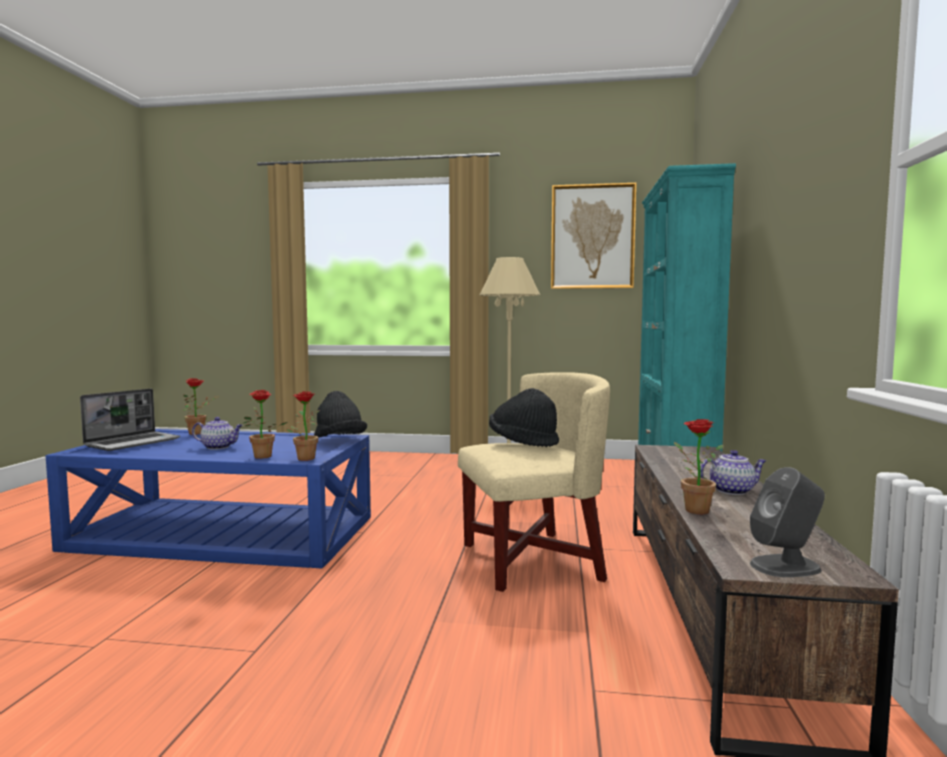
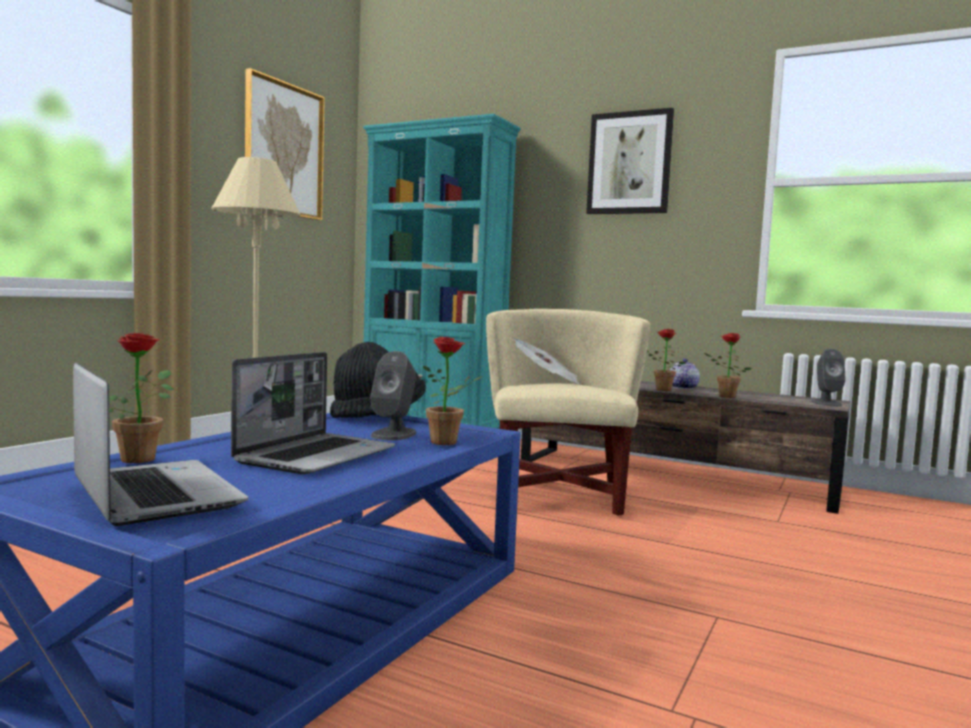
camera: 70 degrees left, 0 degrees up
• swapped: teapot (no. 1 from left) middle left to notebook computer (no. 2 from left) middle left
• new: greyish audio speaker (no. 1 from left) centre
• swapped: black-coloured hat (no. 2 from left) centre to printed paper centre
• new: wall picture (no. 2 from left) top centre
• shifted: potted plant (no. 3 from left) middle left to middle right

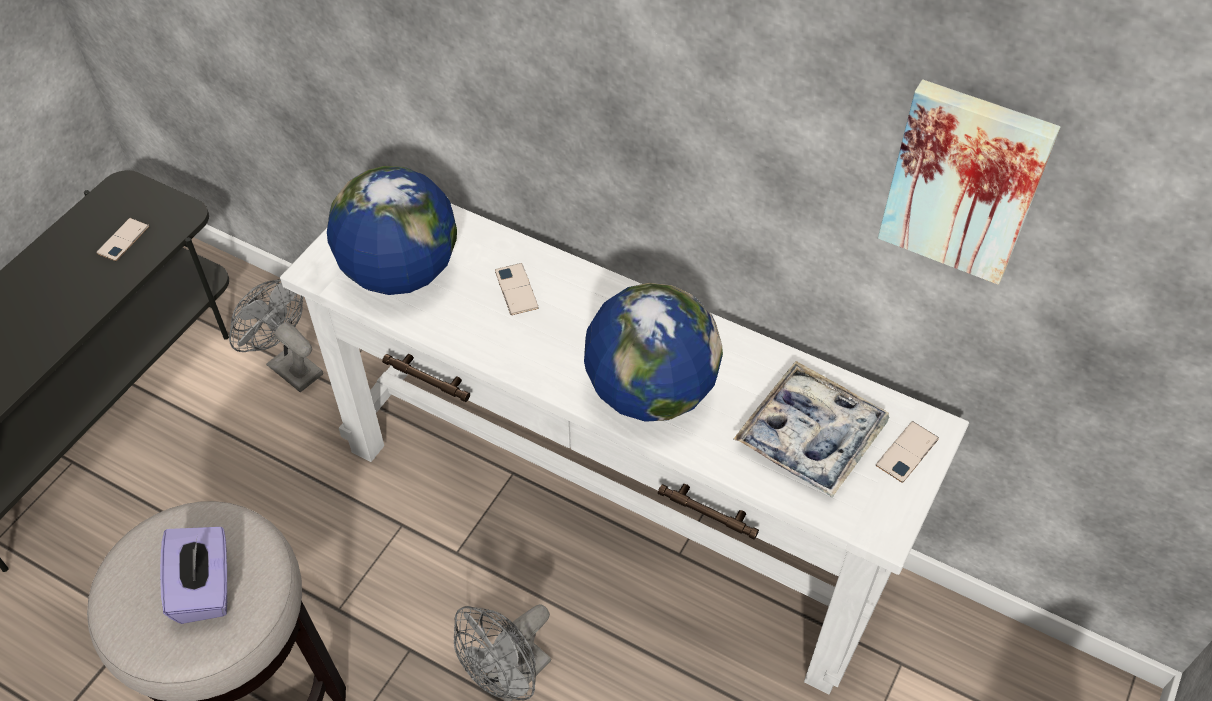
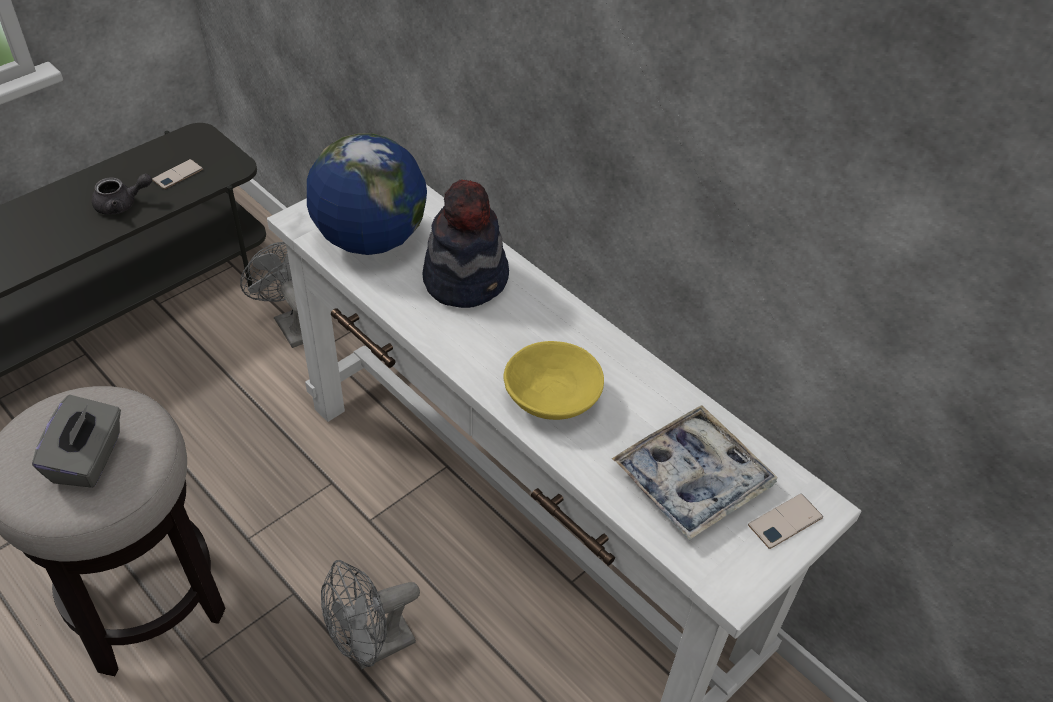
camera: 15 degrees right, 5 degrees down
• repainted: purple tissue holder bottom left to greyish tissue holder middle left
• new: greyish teapot top left
• swapped: phone (no. 2 from left) centre to hat centre
• swapped: world globe (no. 2 from left) centre to yellow-coloured deep dish centre
• gone: wall picture top right

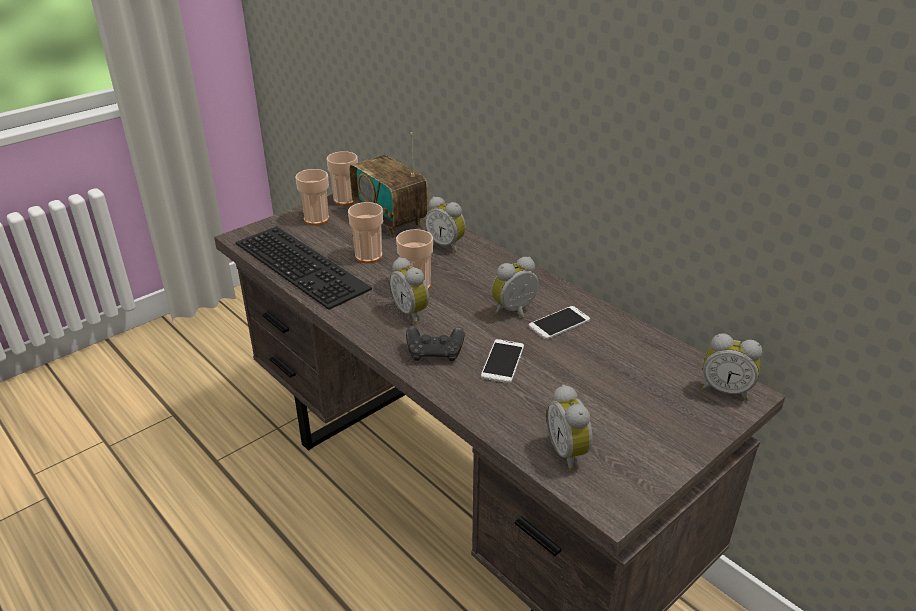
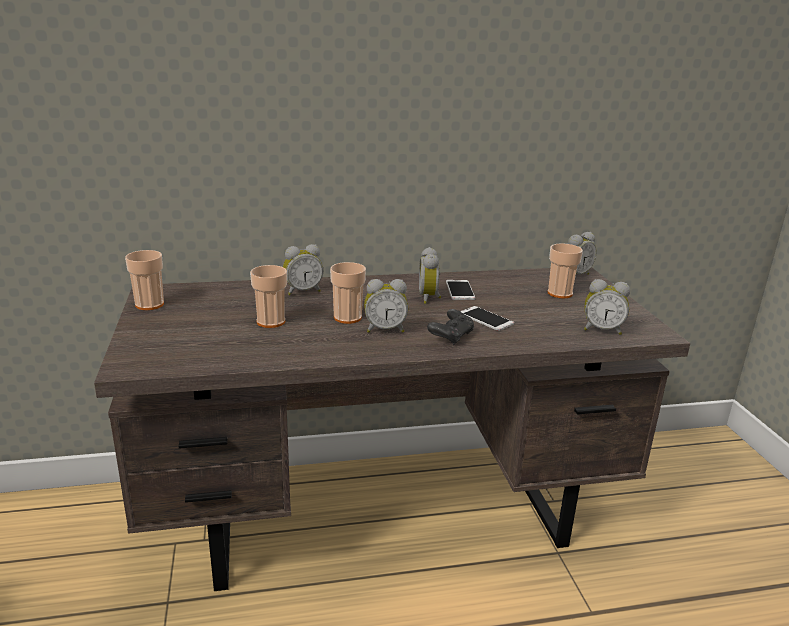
camera: 60 degrees left, 10 degrees down
• shifted: cup (no. 1 from left in the first image) top centre to cup (no. 4 from left) middle right
• gone: PC keyboard middle left
• gone: radio top centre

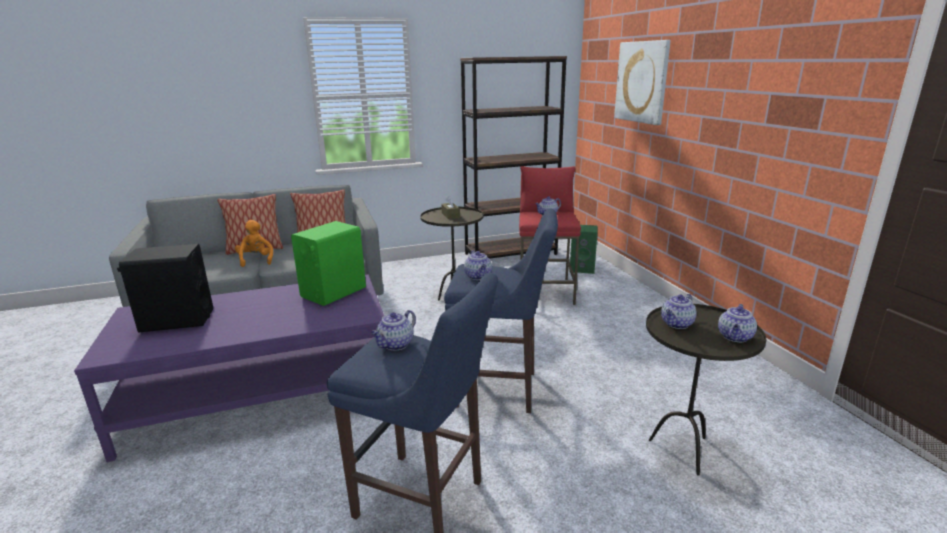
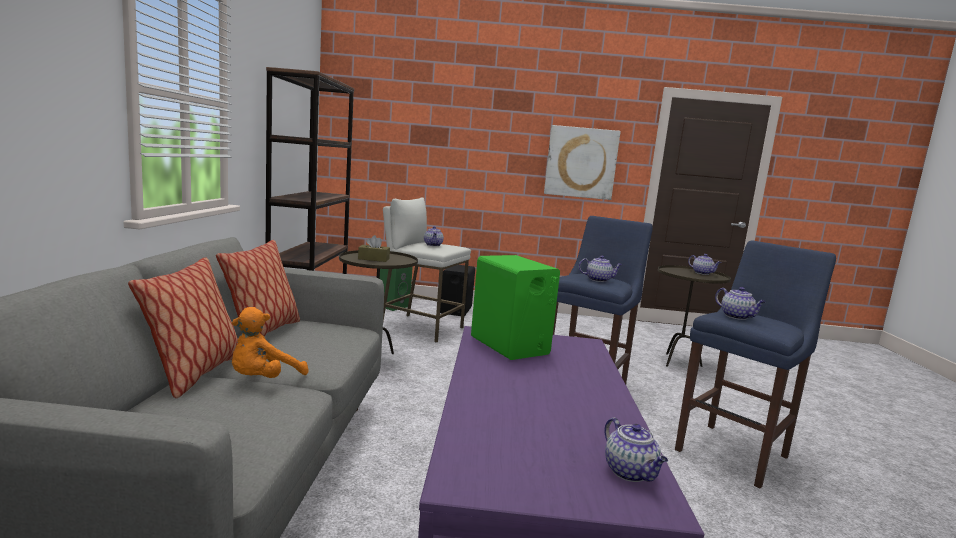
camera: 70 degrees left, 10 degrees down
• rotated: orangey plush toy middle left = middle left 60 degrees counterclockwise
• repainted: red stool centre to white-coloured stool centre
• shifted: black-coloured audio speaker middle left to centre
• shifted: wall picture top right to top centre
• shifted: teapot (no. 4 from left in the first image) middle right to teapot (no. 3 from left) bottom centre

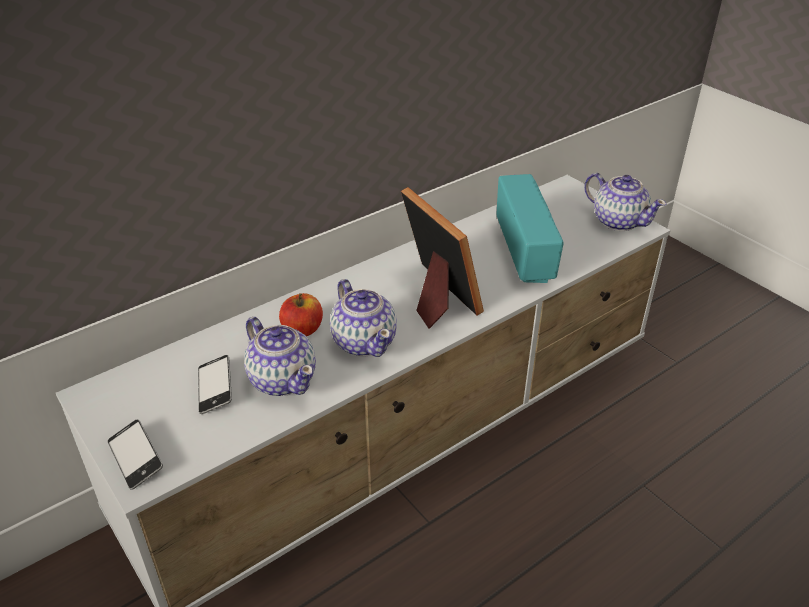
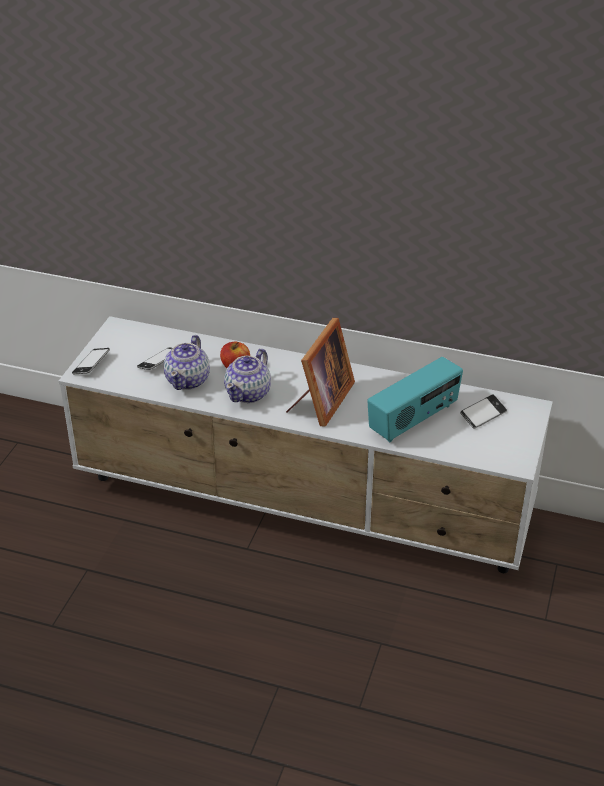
camera: 55 degrees right, 0 degrees up
• new: phone (no. 3 from left) middle right
• gone: teapot (no. 3 from left) top right

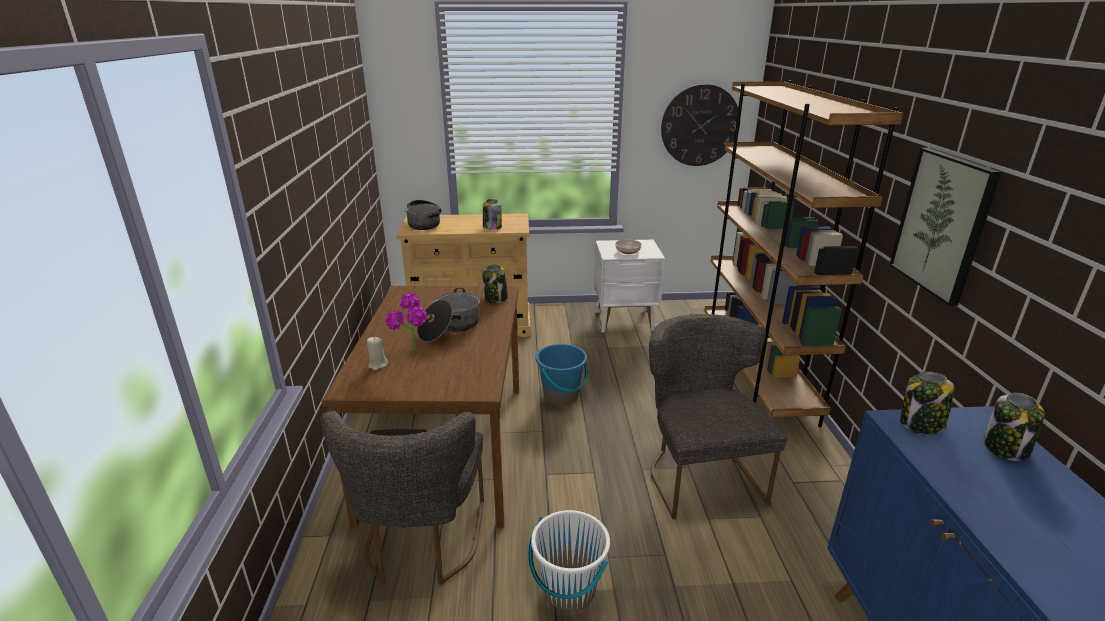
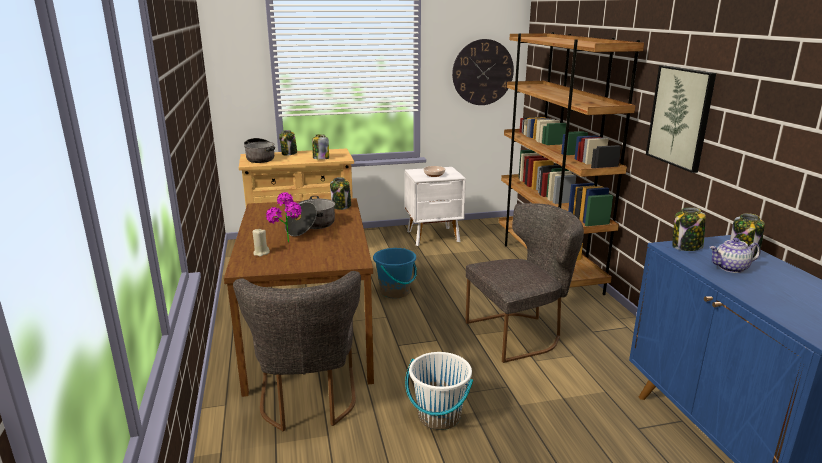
camera: 10 degrees left, 5 degrees down
• new: preserve jar (no. 1 from left) top centre
• rotated: greyish upright chair (no. 2 from left) bottom centre = centre 90 degrees clockwise
• new: teapot middle right

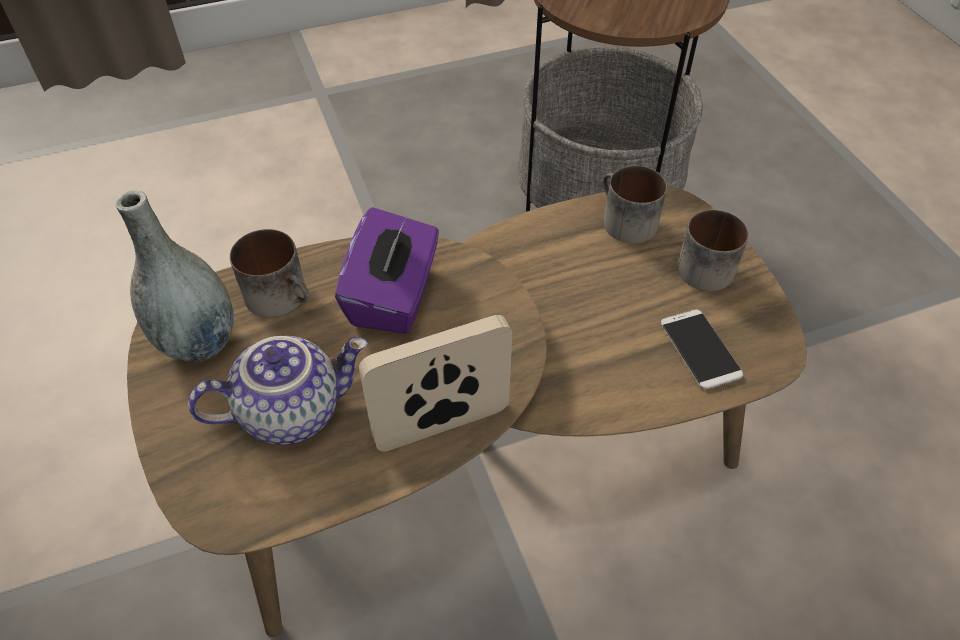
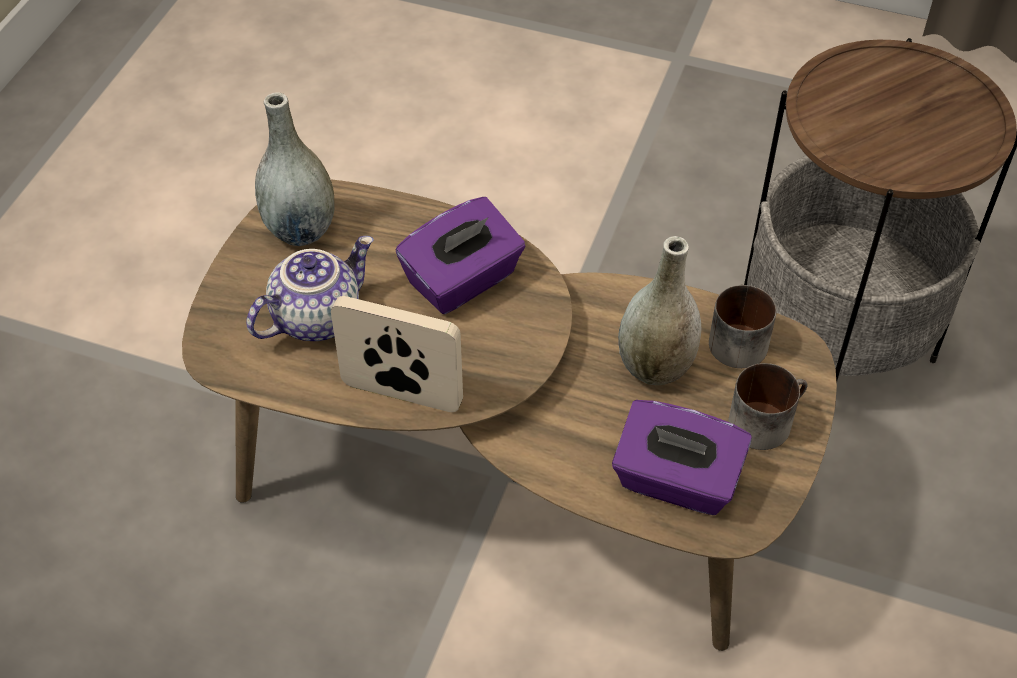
camera: 40 degrees right, 0 degrees up
• rotated: teapot middle left = middle left 60 degrees counterclockwise
• swapped: phone middle right to purple tissue holder (no. 2 from left) bottom right
• new: greyish decorative vase (no. 2 from left) centre
• gone: tea mug (no. 1 from left) middle left

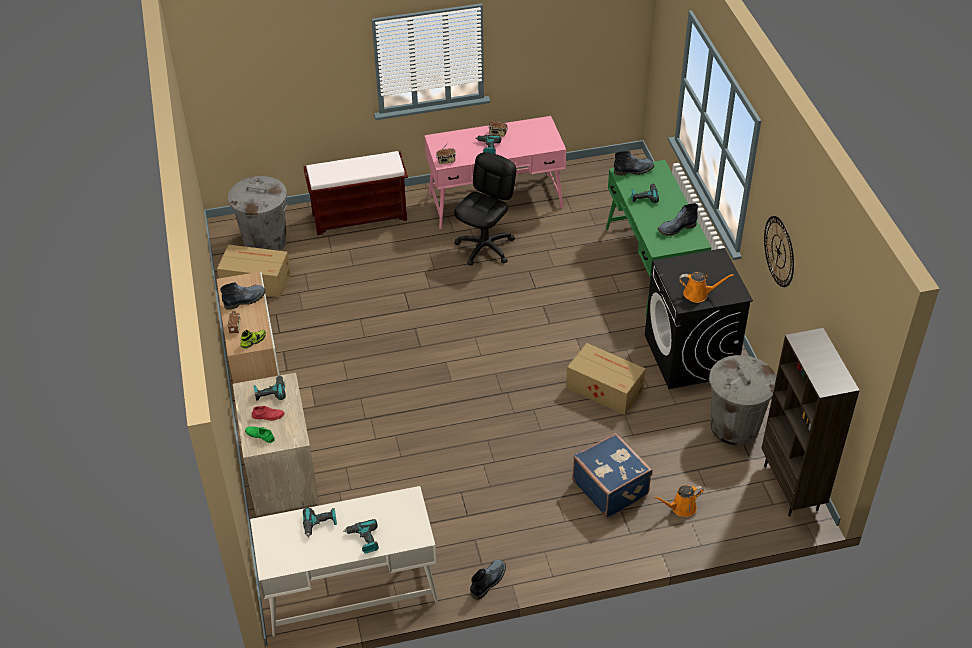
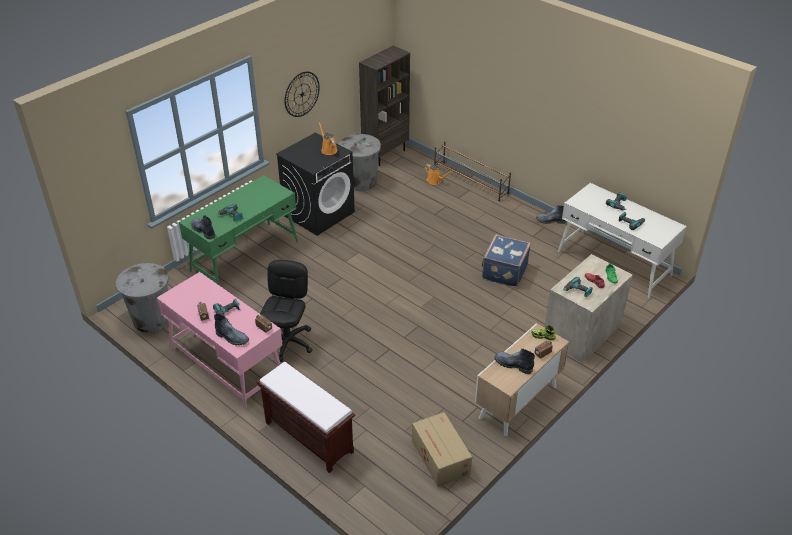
camera: 125 degrees left, 5 degrees down
• shifted: greyish rubbish bin (no. 1 from left) top left to middle left
• shifted: high-top boot (no. 4 from left in the first image) middle right to high-top boot (no. 2 from left) middle left
• rotated: black-coloured computer chair top centre = centre 105 degrees clockwise
• new: brownish shoe stand top centre
• shifted: blue piece of luggage bottom centre to centre
• gone: carton (no. 2 from left) centre

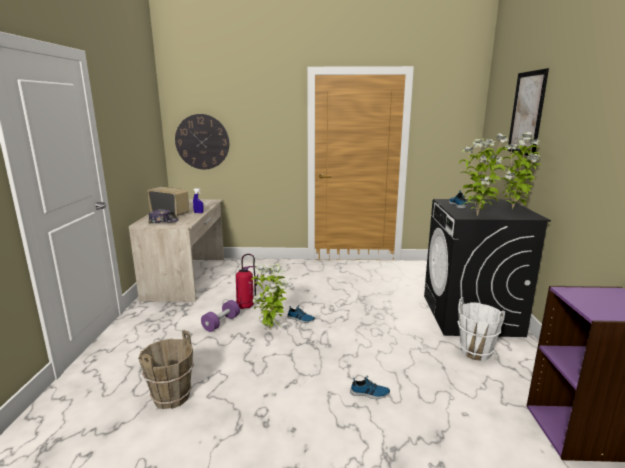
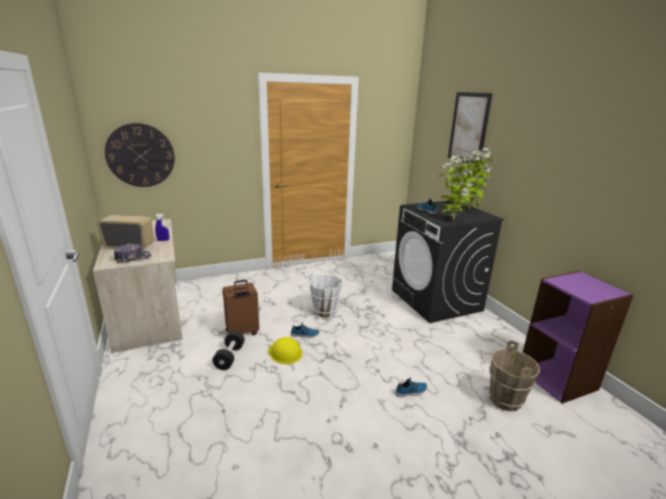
camera: 25 degrees left, 5 degrees up
• repainted: purple hand weight bottom centre to black-coloured hand weight bottom centre
• swapped: fire-fighting cylinder centre to brownish piece of luggage centre
• swapped: potted plant (no. 1 from left) centre to yellow-coloured safety helmet bottom centre
• shifted: white-coloured bucket bottom right to centre
• shifted: brownish bucket bottom left to bottom right

